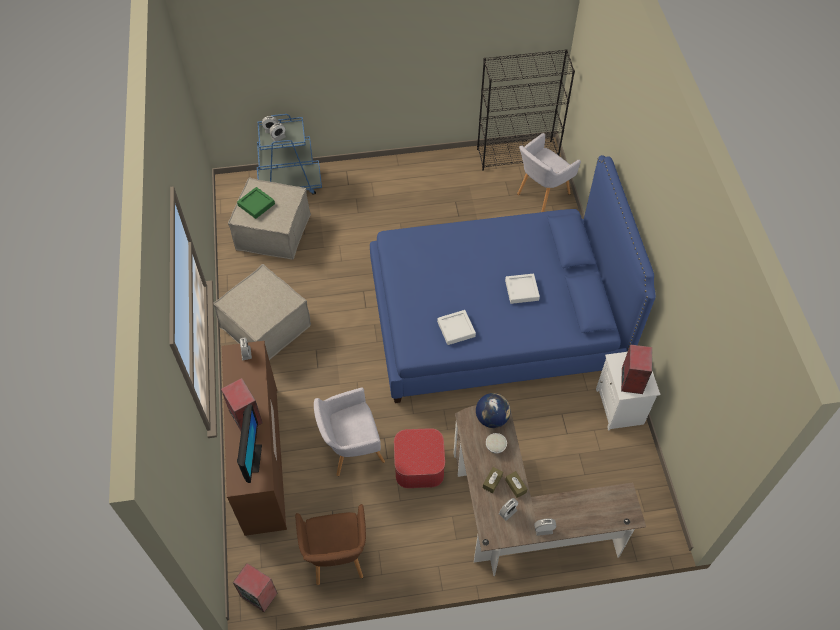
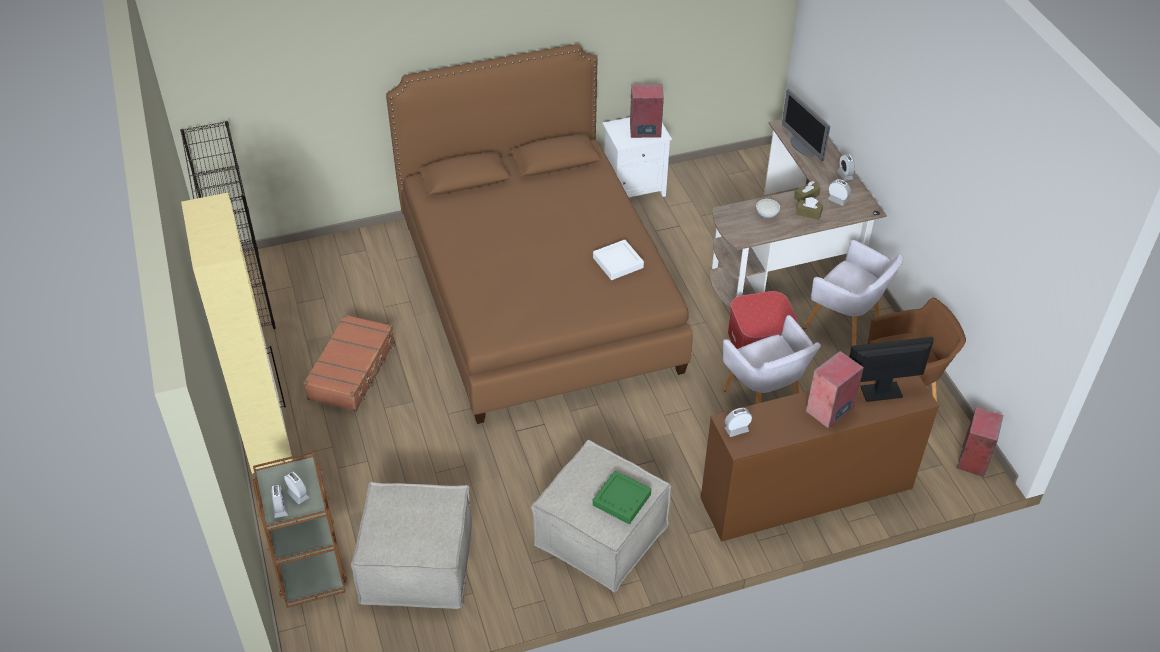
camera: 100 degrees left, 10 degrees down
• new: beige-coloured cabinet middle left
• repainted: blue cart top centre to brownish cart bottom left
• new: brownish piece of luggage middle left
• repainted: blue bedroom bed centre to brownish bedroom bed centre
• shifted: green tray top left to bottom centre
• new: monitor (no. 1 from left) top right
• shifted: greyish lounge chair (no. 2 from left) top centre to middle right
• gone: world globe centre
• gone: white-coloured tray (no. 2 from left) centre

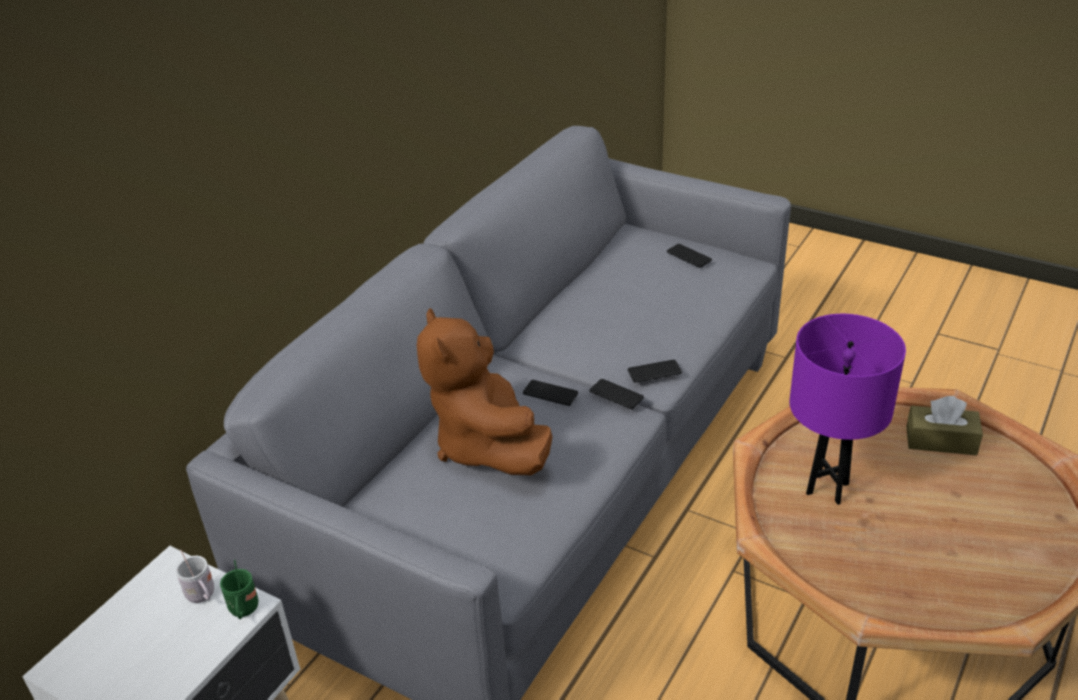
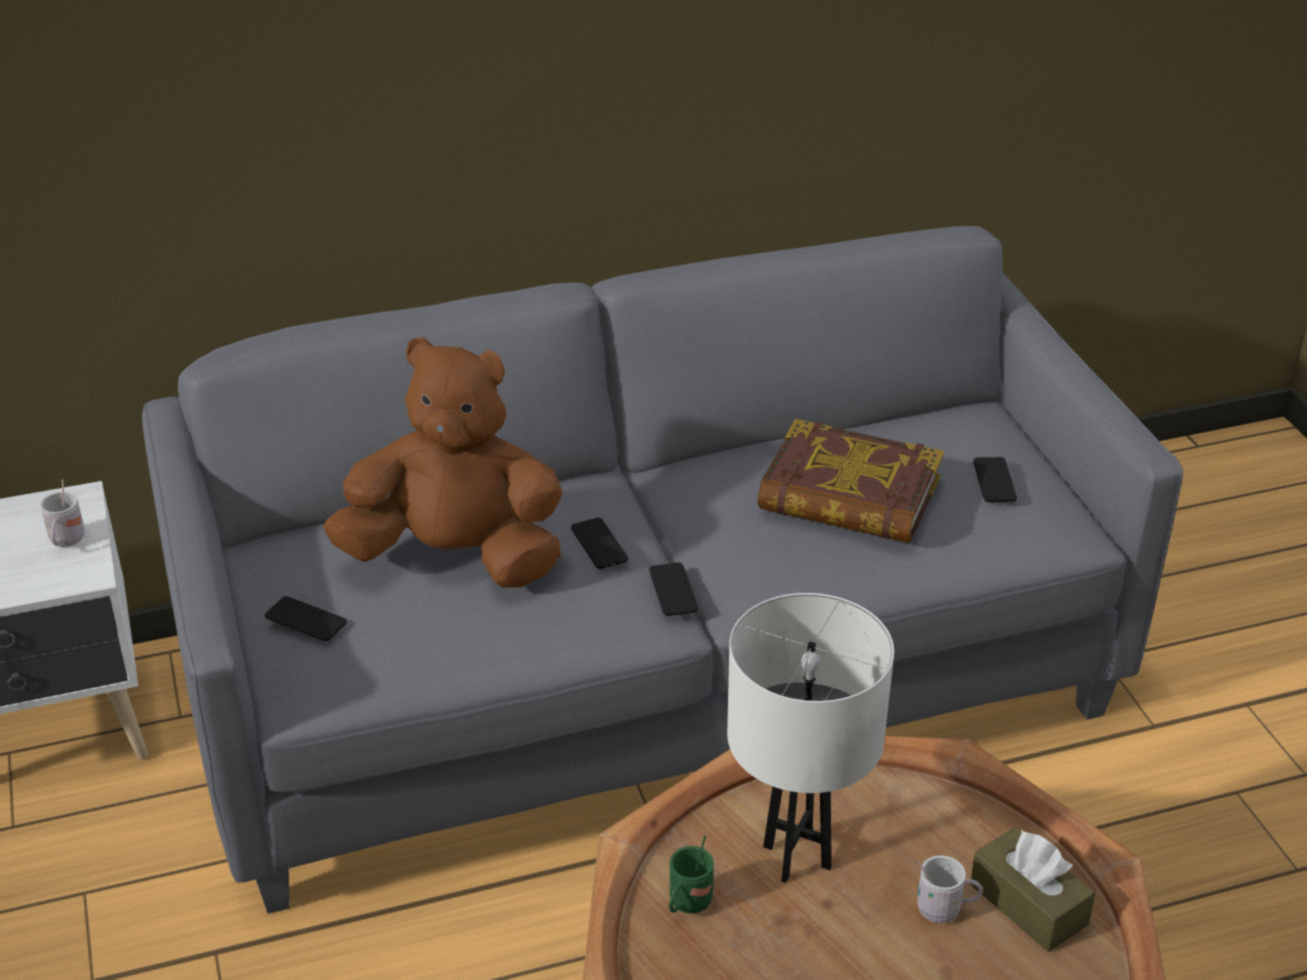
camera: 40 degrees right, 0 degrees up
• shifted: phone (no. 3 from left in the first image) centre to phone (no. 1 from left) middle left
• rotated: brownish plush toy centre = centre 75 degrees clockwise
• shifted: green tea mug bottom left to bottom centre
• repainted: purple lamp for a table middle right to white-coloured lamp for a table bottom centre
• new: book centre
• new: white-coloured tea mug (no. 2 from left) bottom right

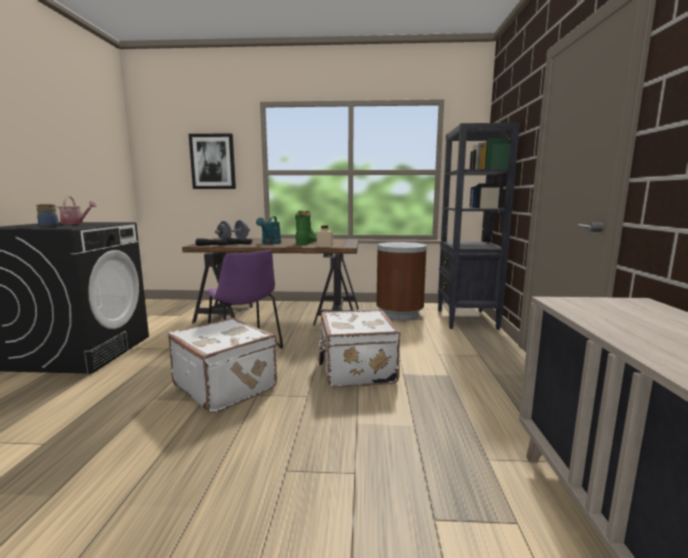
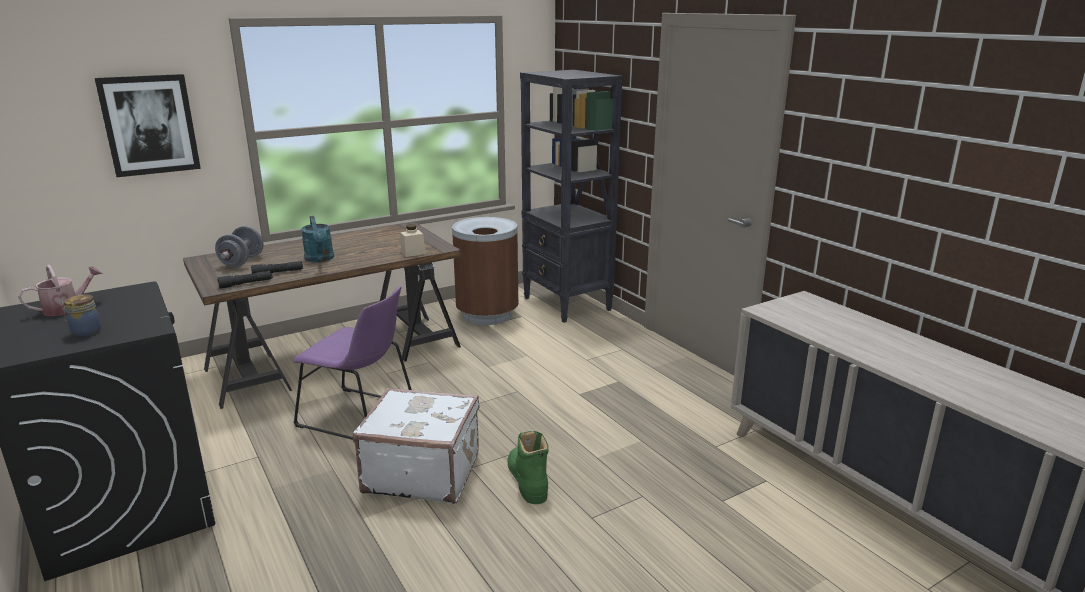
camera: 35 degrees left, 10 degrees up
• shifted: green high-top boot centre to bottom centre
• gone: white-coloured piece of luggage (no. 2 from left) centre

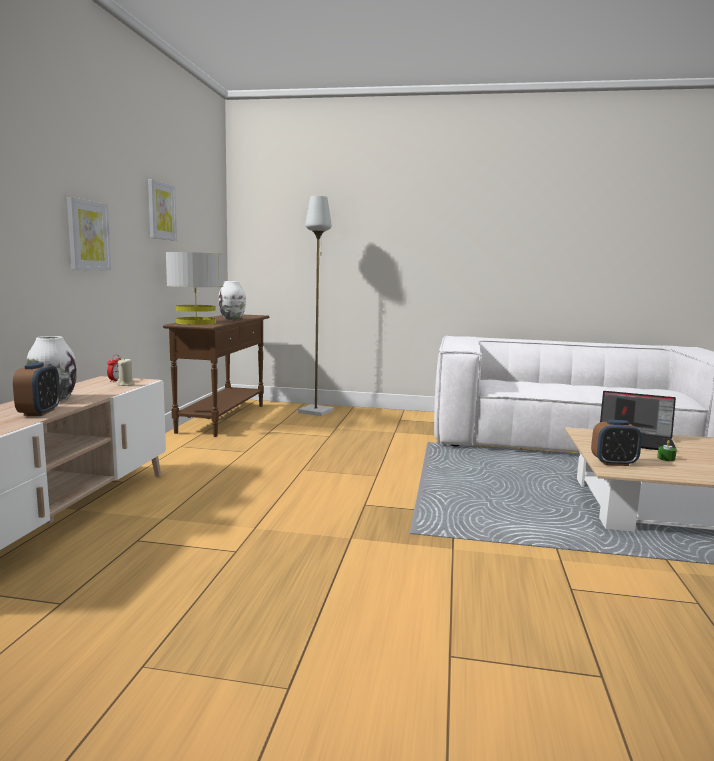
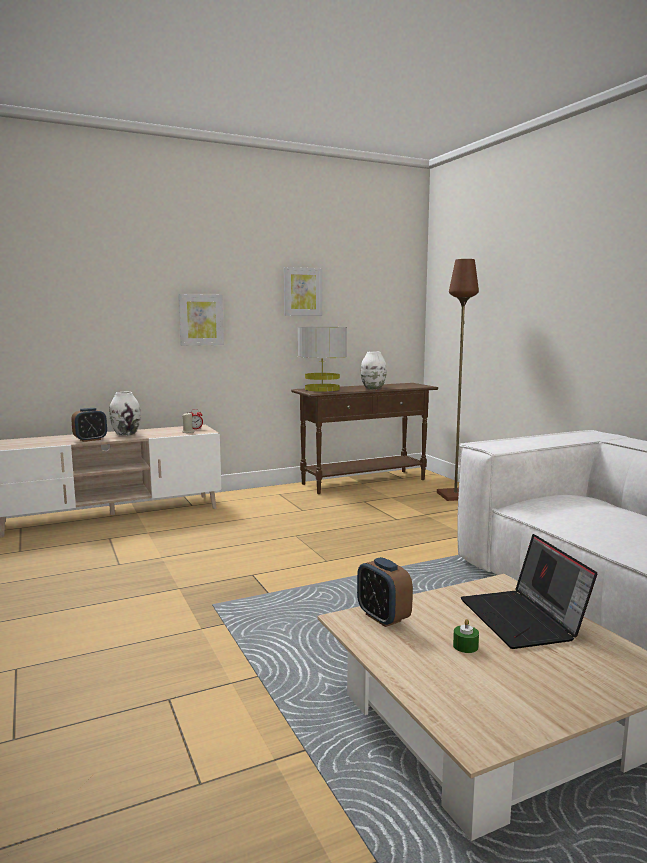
camera: 55 degrees right, 0 degrees up
• repainted: greyish standing lamp centre to brownish standing lamp middle right

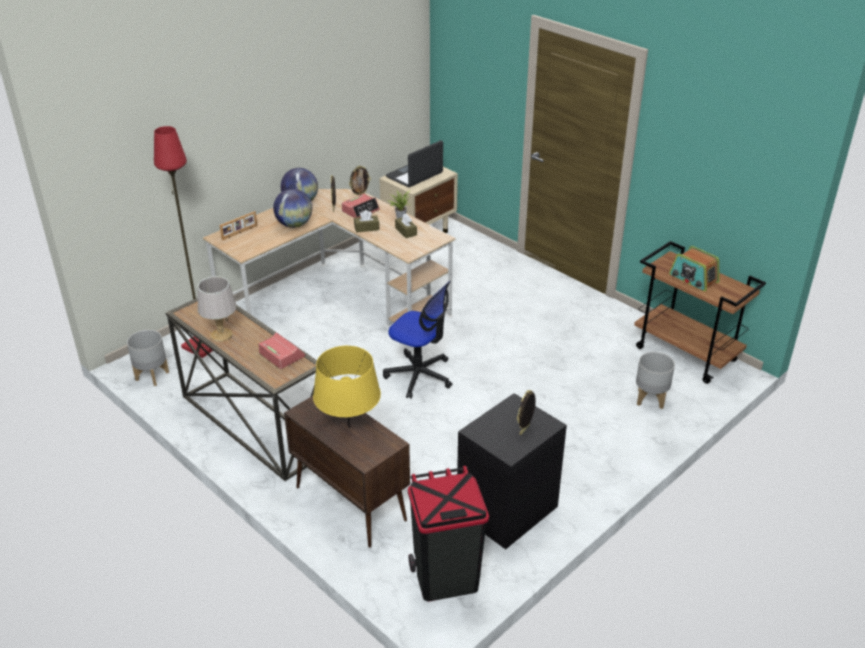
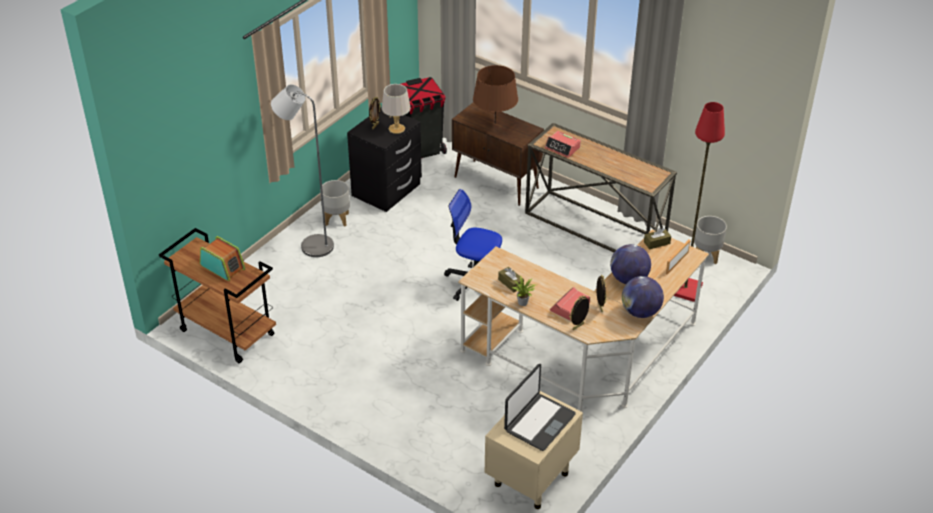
camera: 170 degrees right, 5 degrees up
• new: greyish standing lamp top left
• shifted: greyish planter (no. 2 from left in the first image) middle right to greyish planter (no. 1 from left) centre
• shifted: greyish lamp for a table middle left to top centre
• repainted: yellow-coloured lamp for a table centre to brownish lamp for a table top centre
• shifted: brownish tissue holder (no. 1 from left in the first image) centre to brownish tissue holder (no. 2 from left) middle right

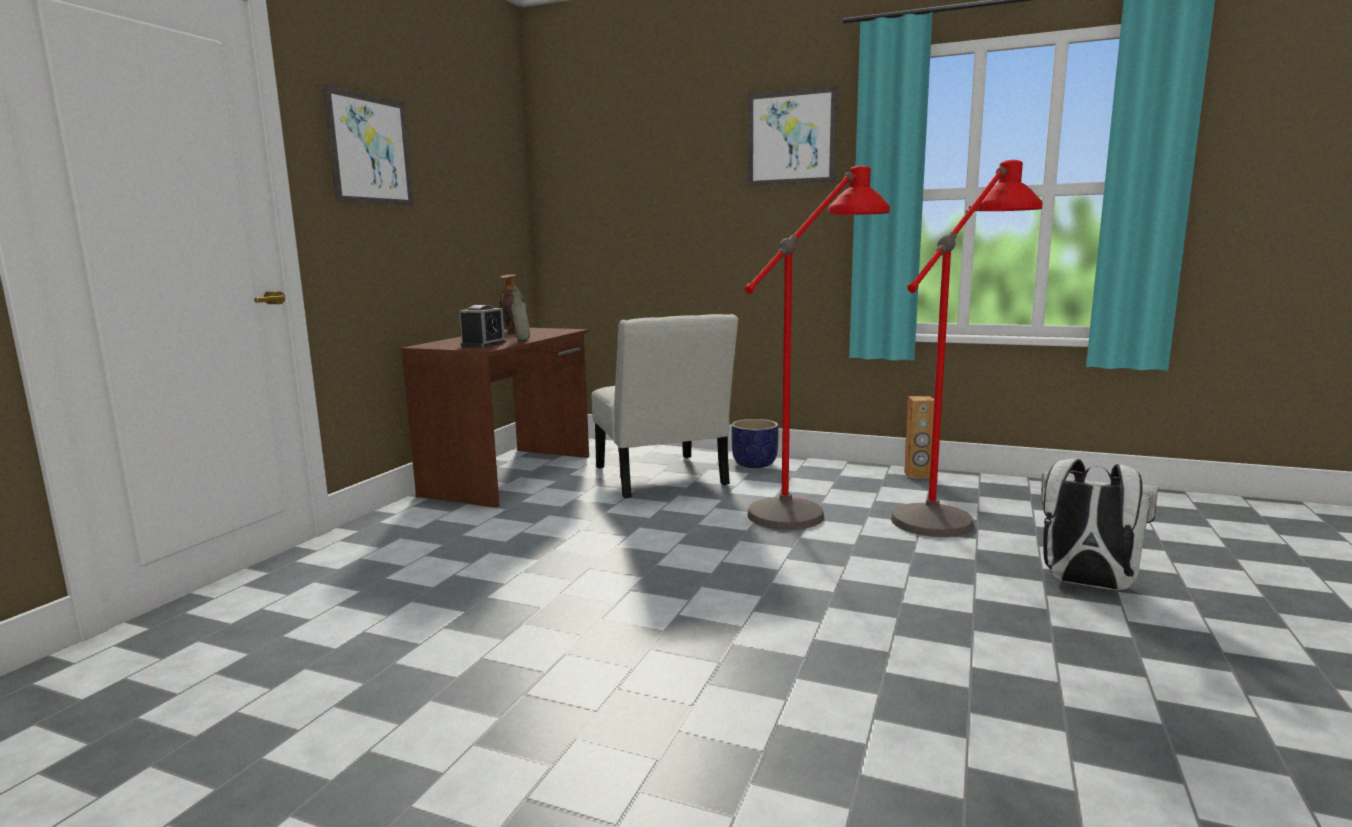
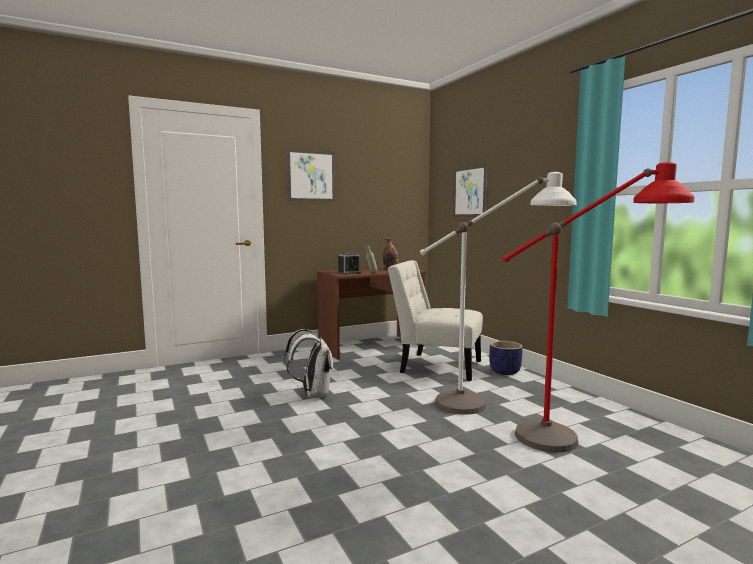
camera: 40 degrees right, 5 degrees down
• shifted: white-coloured rucksack middle right to centre
• rotated: white-coloured upright chair centre = centre 90 degrees clockwise
• repainted: red standing lamp (no. 1 from left) centre to white-coloured standing lamp centre
• shifted: wall picture (no. 2 from left) top centre to centre
• gone: brownish audio speaker middle right

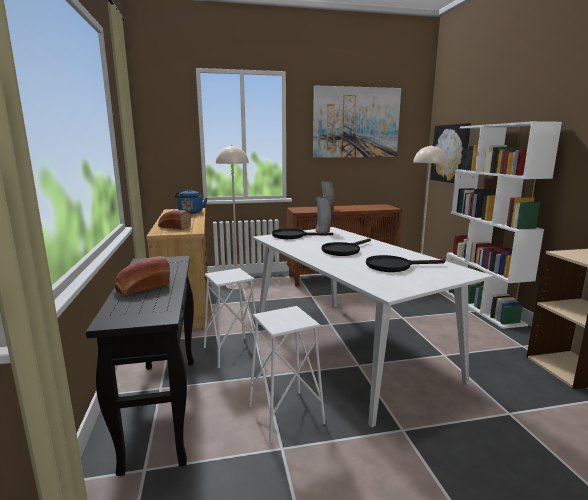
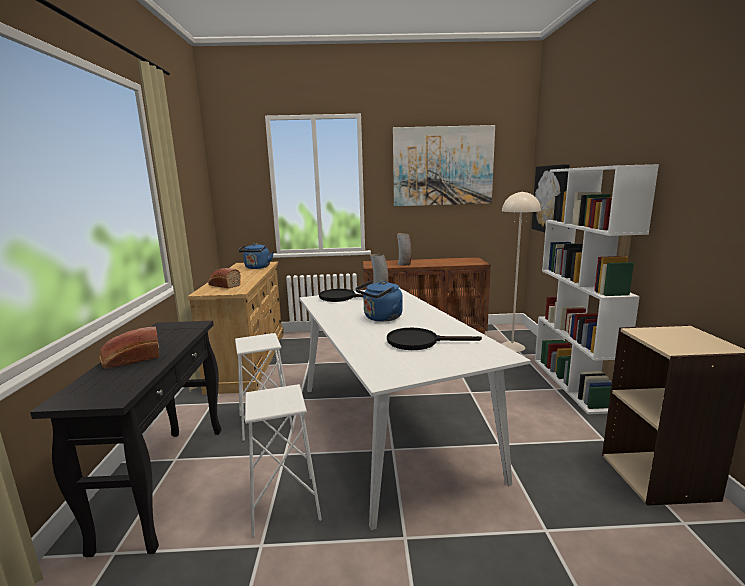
camera: 10 degrees right, 0 degrees up
• swapped: black-coloured pan (no. 2 from left) centre to blue kettle (no. 2 from left) centre
• gone: beige-coloured standing lamp (no. 1 from left) centre

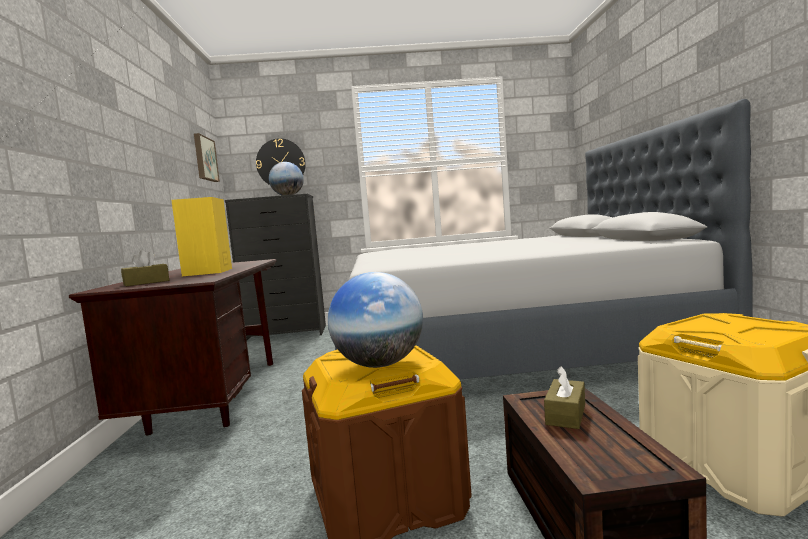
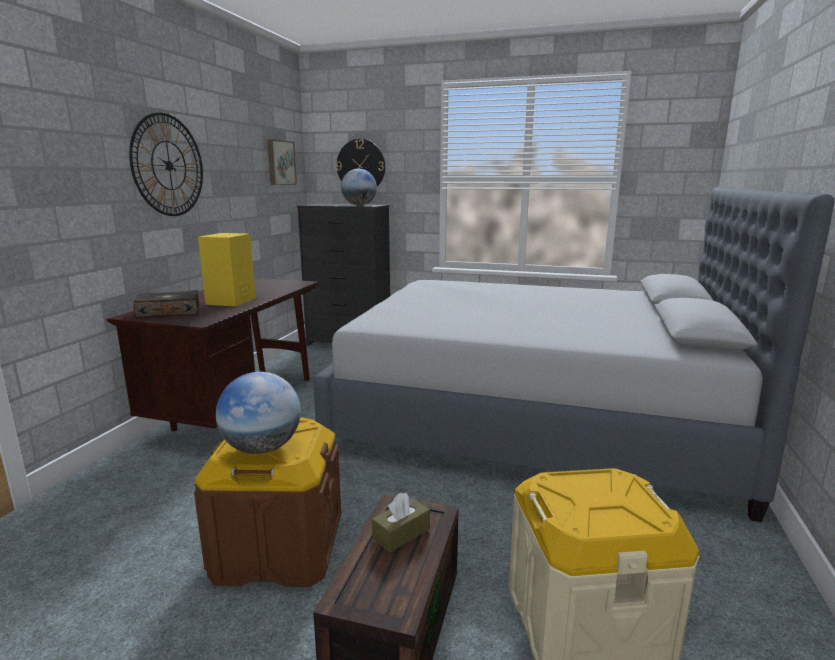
camera: 20 degrees right, 10 degrees up
• new: hanging clock (no. 1 from left) top left
• swapped: brownish tissue holder (no. 1 from left) middle left to book middle left

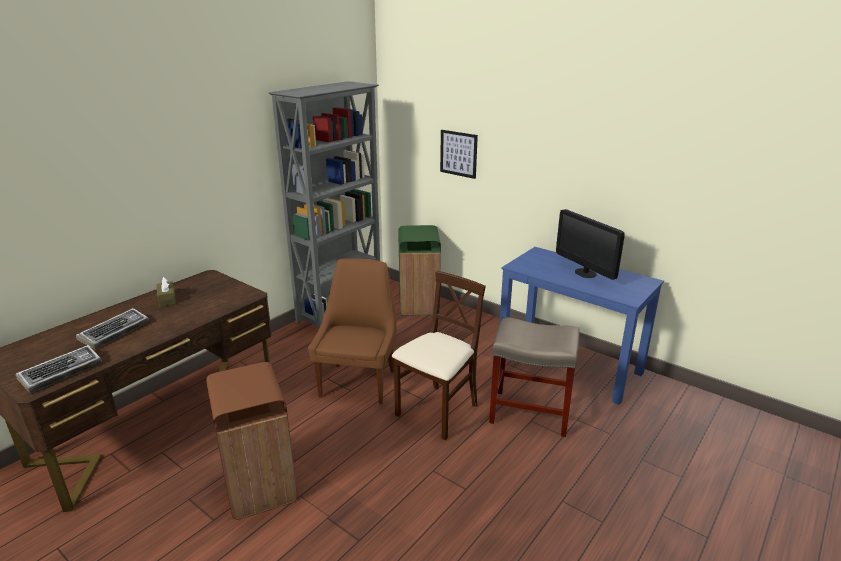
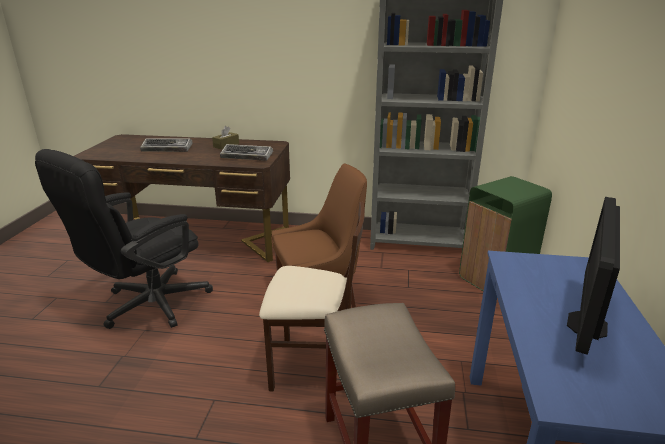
camera: 60 degrees right, 0 degrees up
• swapped: brownish rubbish bin bottom left to black-coloured computer chair middle left
• shifted: PC keyboard (no. 1 from left in the first image) middle left to PC keyboard (no. 2 from left) centre
• gone: wall picture top centre

